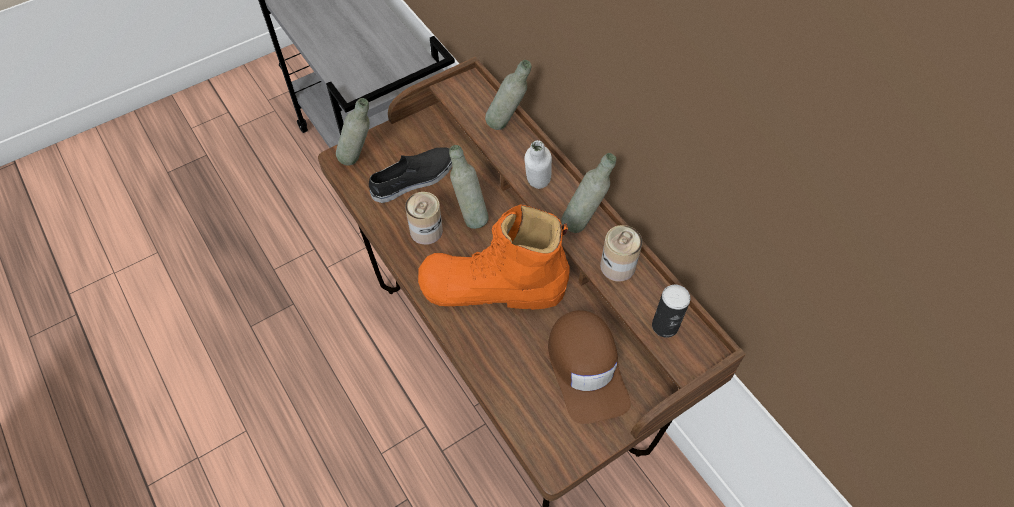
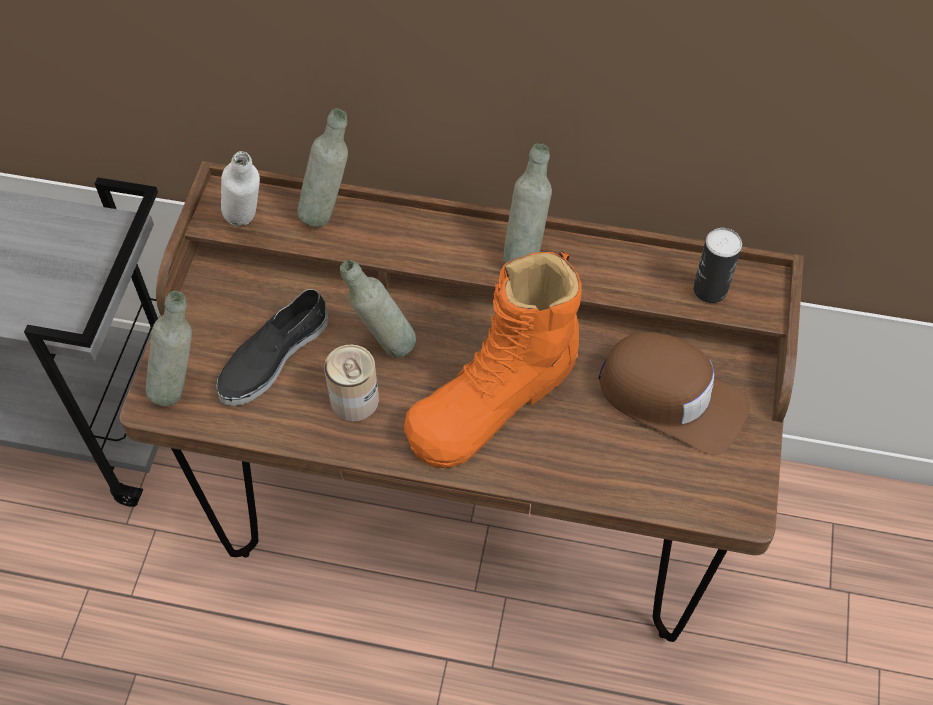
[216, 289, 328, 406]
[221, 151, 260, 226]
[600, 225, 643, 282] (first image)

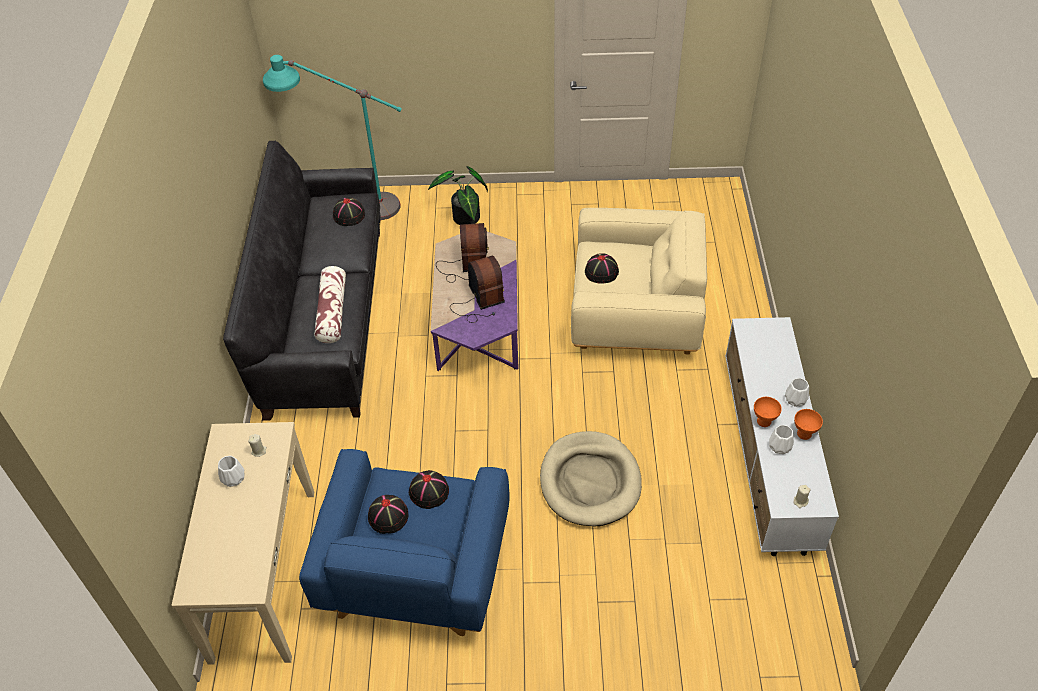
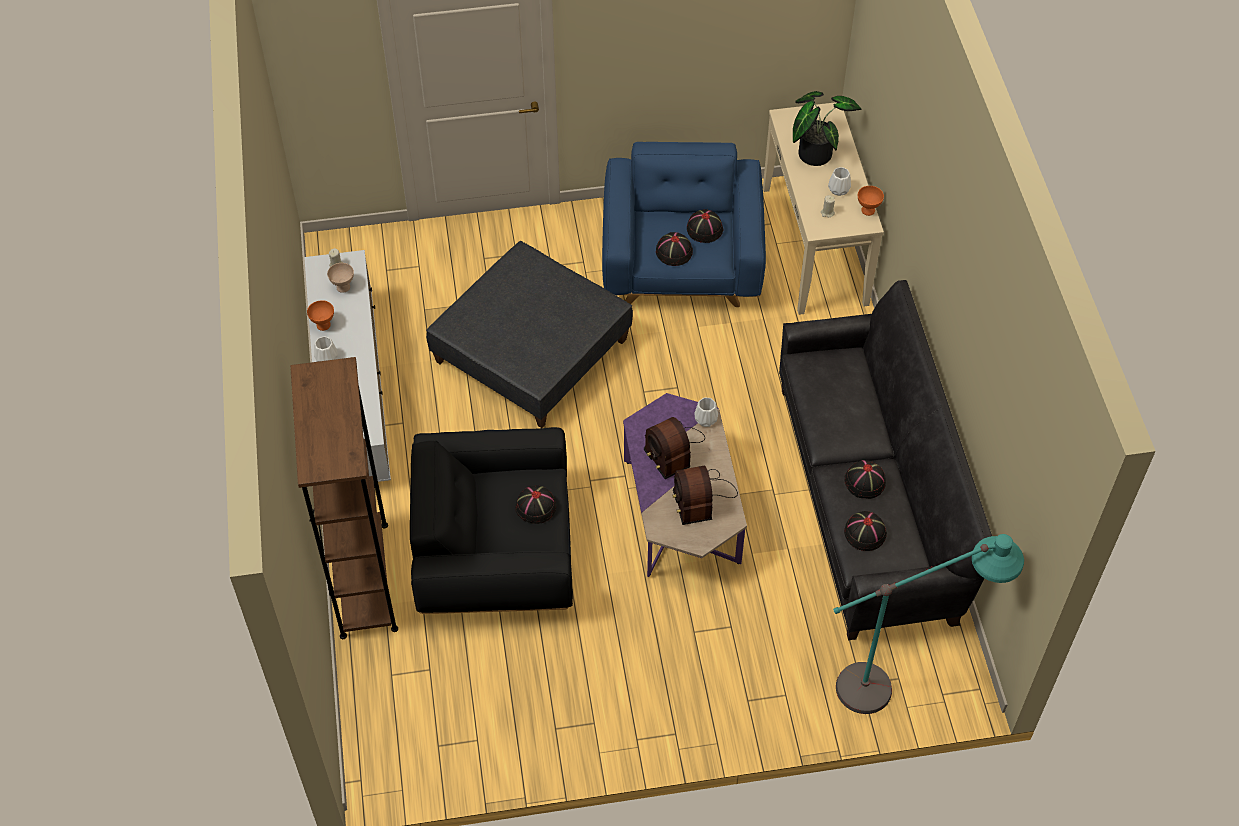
[290, 357, 398, 639]
[327, 263, 354, 293]
[410, 427, 573, 614]
[426, 241, 633, 428]
[694, 398, 718, 427]
[793, 91, 861, 166]
[845, 460, 886, 499]
[858, 186, 884, 216]
[314, 266, 346, 343] (first image)

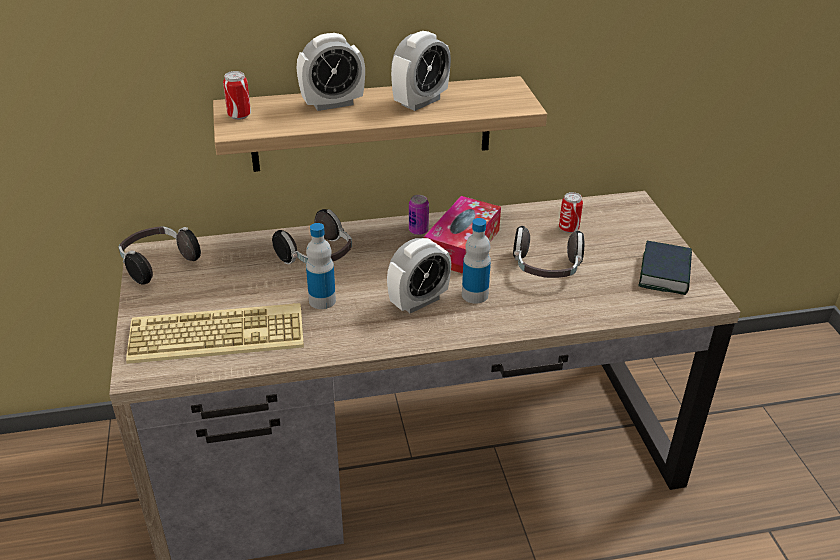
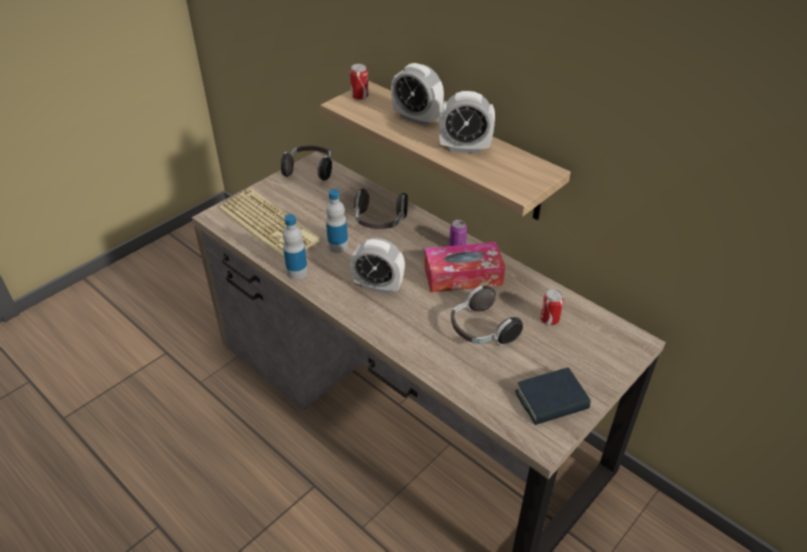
[283, 214, 308, 280]

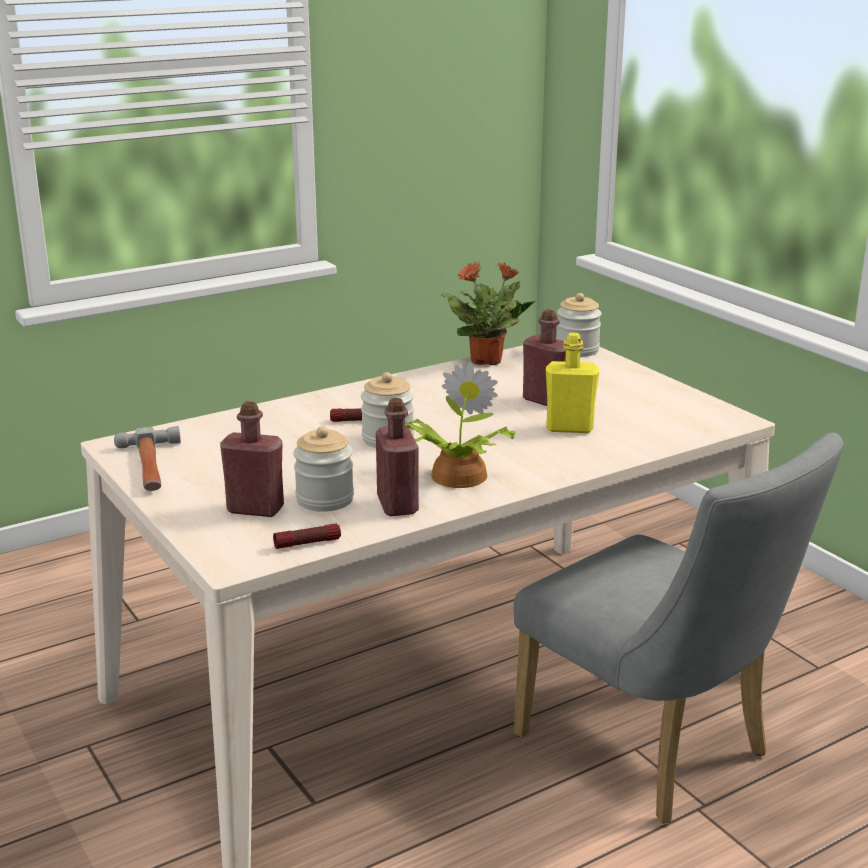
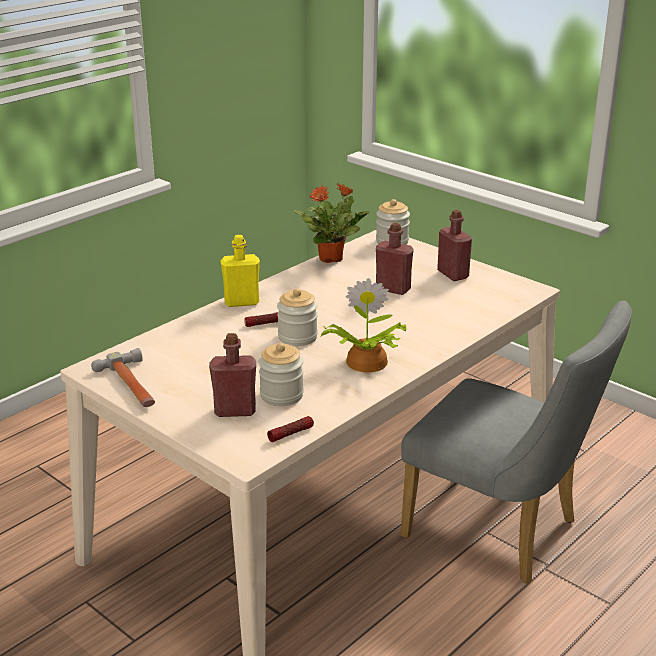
[221, 235, 260, 307]
[437, 210, 472, 281]

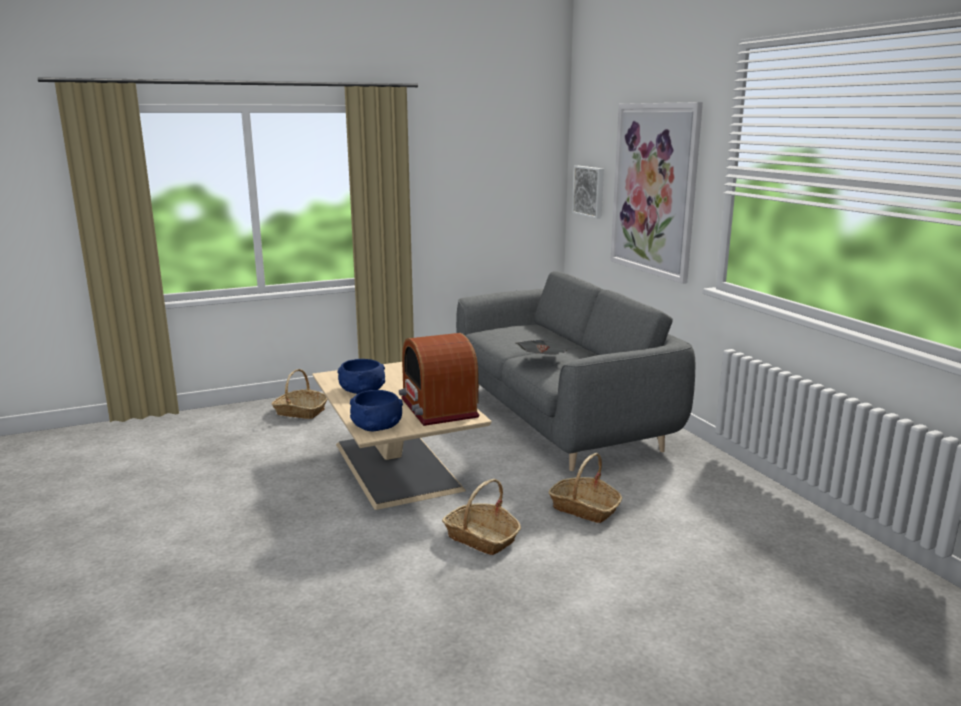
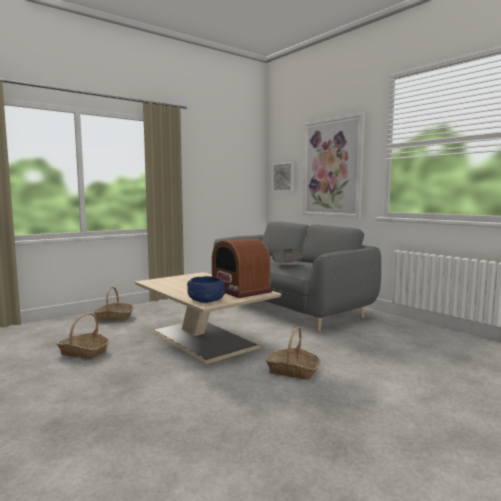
[56, 313, 110, 359]
[338, 359, 385, 394] (first image)

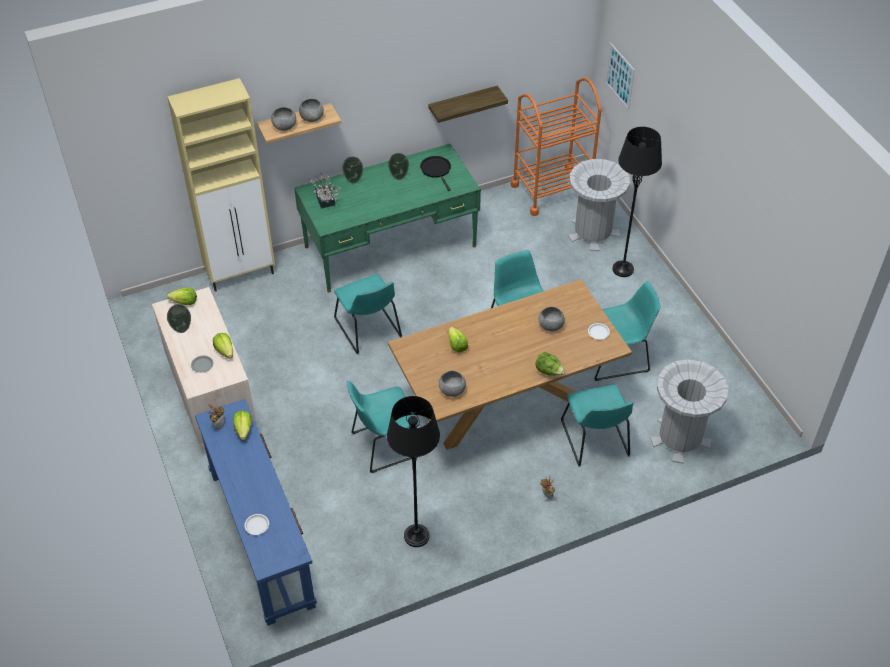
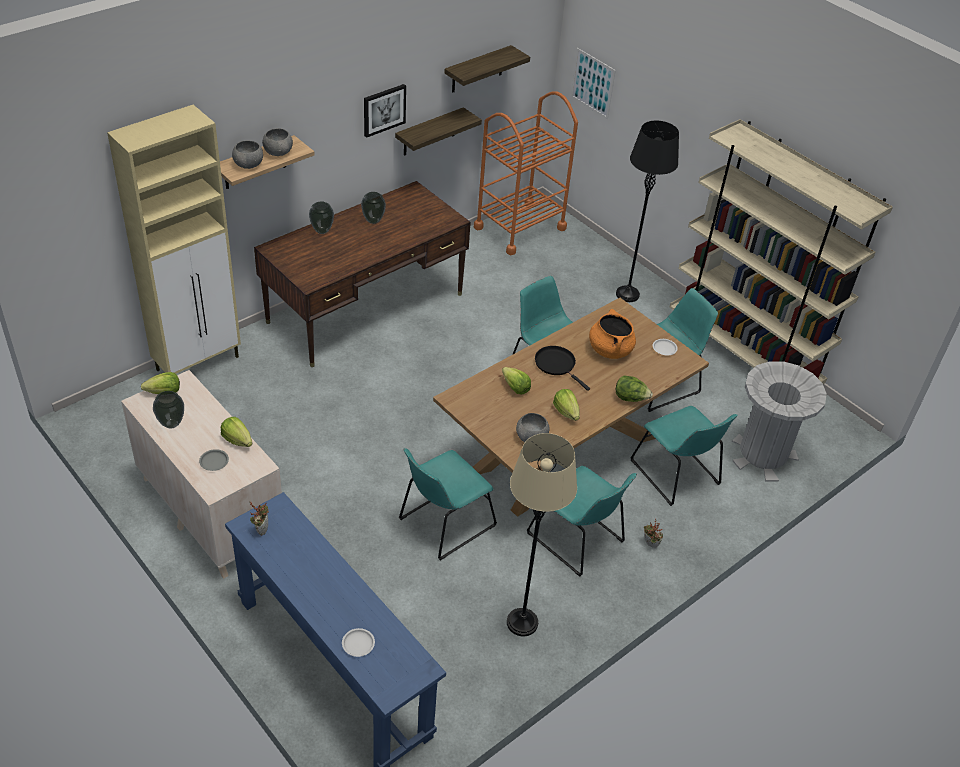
[254, 181, 471, 367]
[364, 84, 406, 138]
[445, 45, 530, 93]
[507, 433, 577, 636]
[527, 466, 637, 577]
[535, 346, 590, 391]
[553, 389, 580, 421]
[589, 309, 636, 359]
[669, 119, 893, 384]
[311, 173, 341, 209] (first image)
[568, 159, 630, 251] (first image)

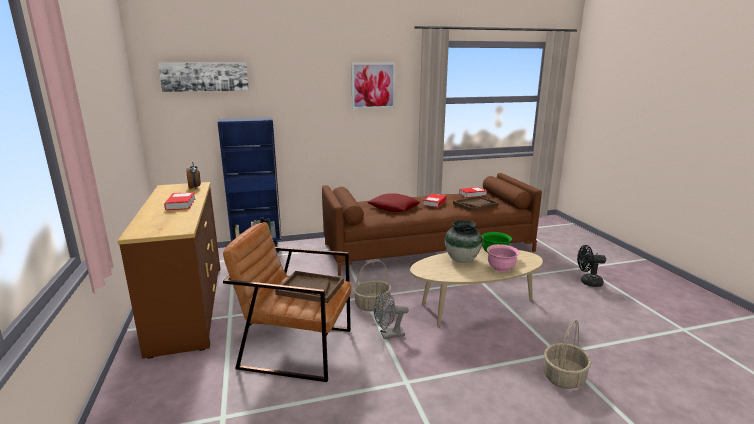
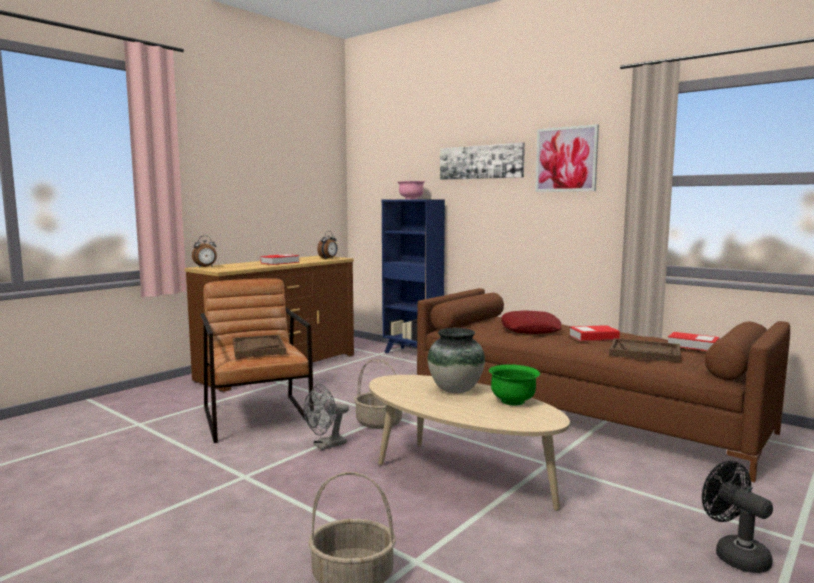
[192, 236, 217, 268]
[304, 384, 349, 450]
[398, 181, 425, 199]
[440, 143, 525, 180]

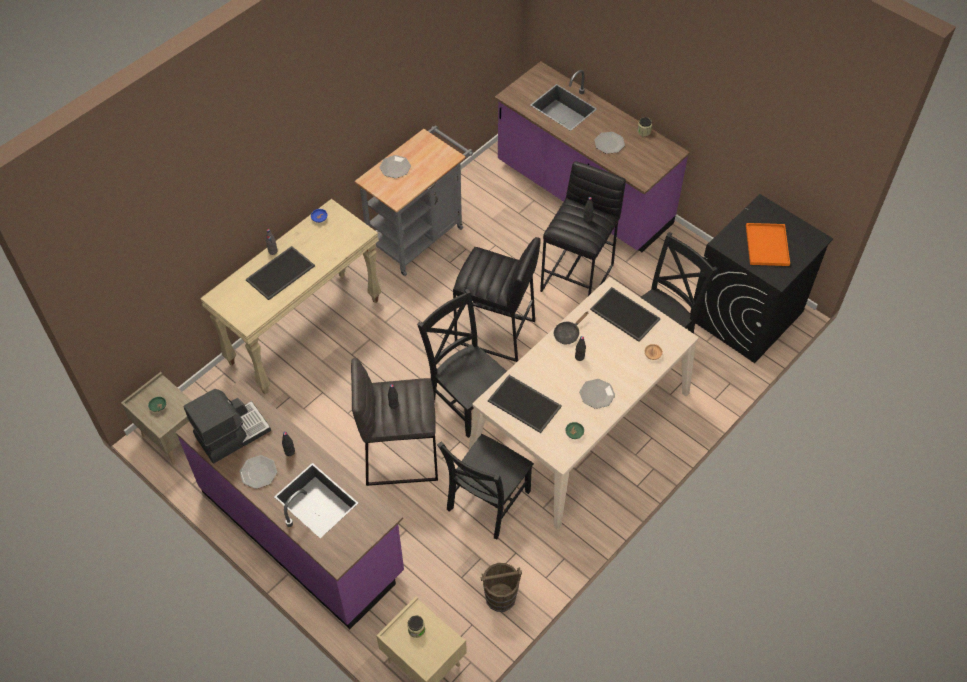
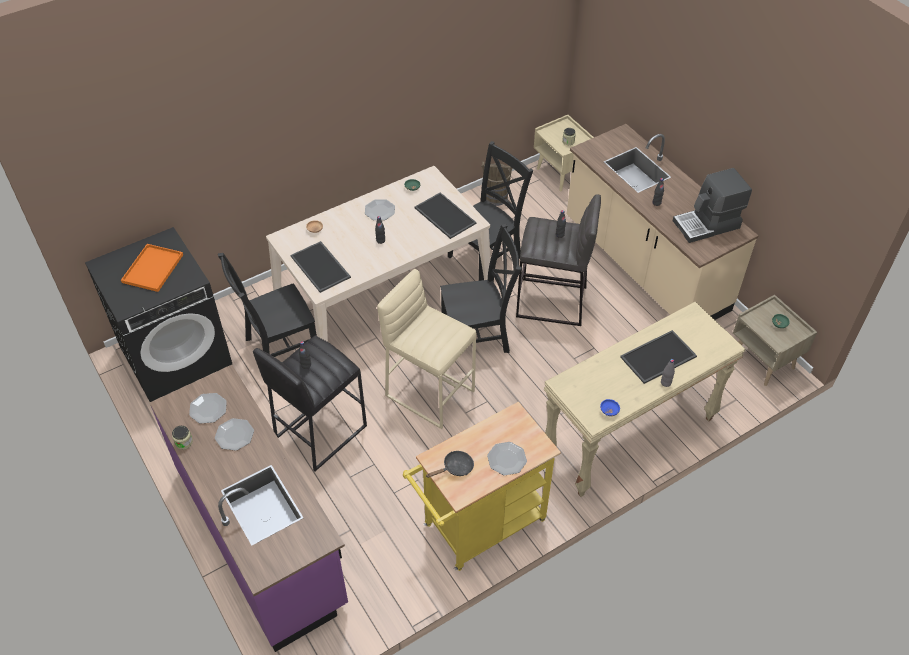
[189, 393, 227, 424]
[377, 269, 476, 429]
[403, 402, 561, 571]
[426, 451, 474, 478]
[440, 224, 522, 353]
[567, 124, 759, 320]

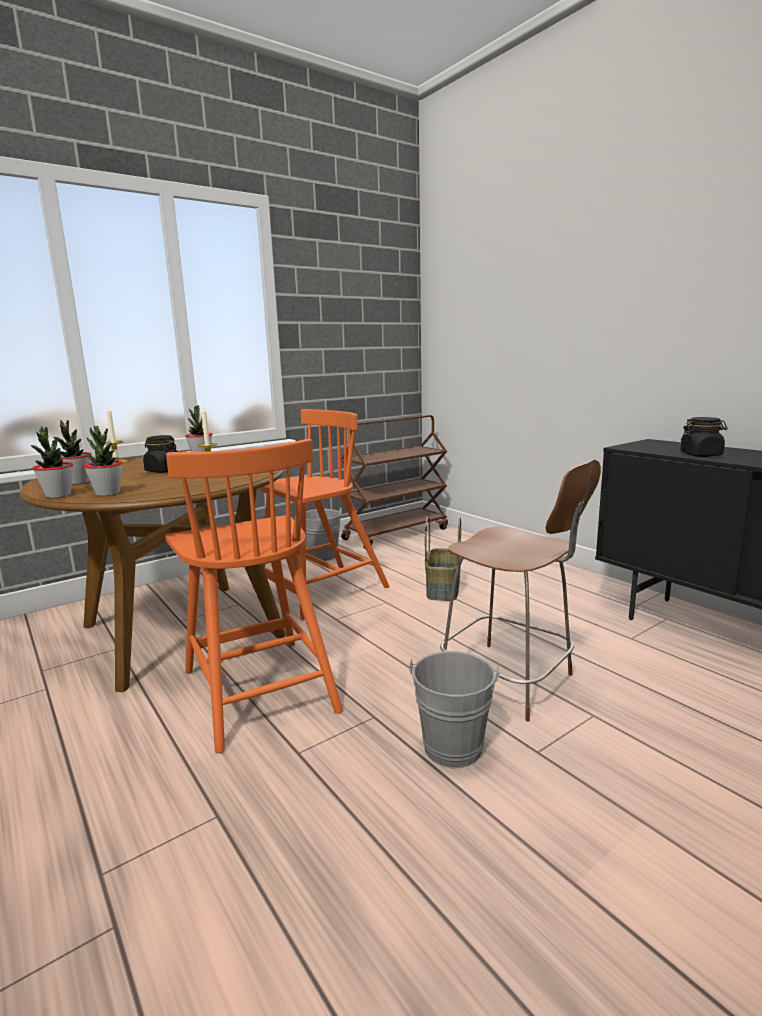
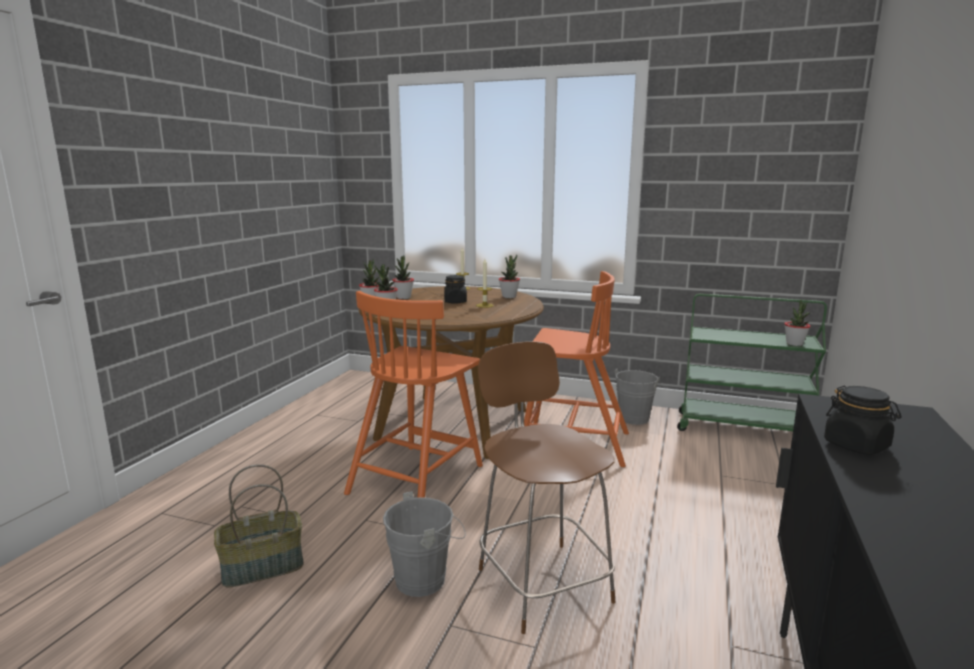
[214, 464, 304, 588]
[478, 341, 615, 634]
[677, 294, 827, 431]
[784, 300, 811, 346]

